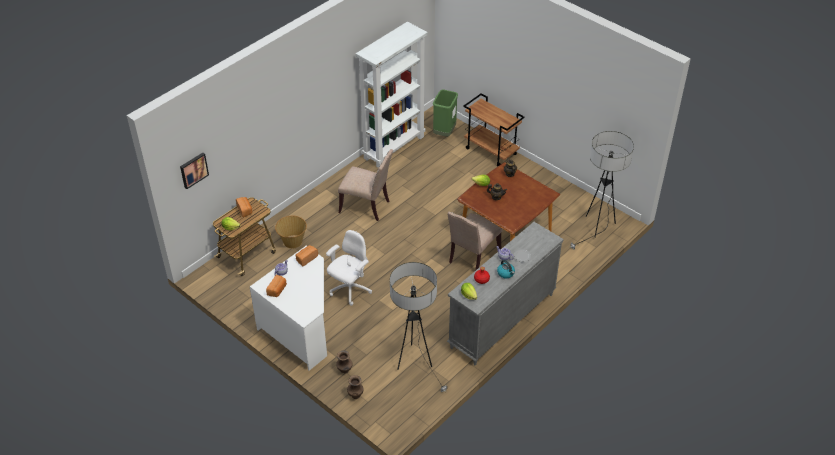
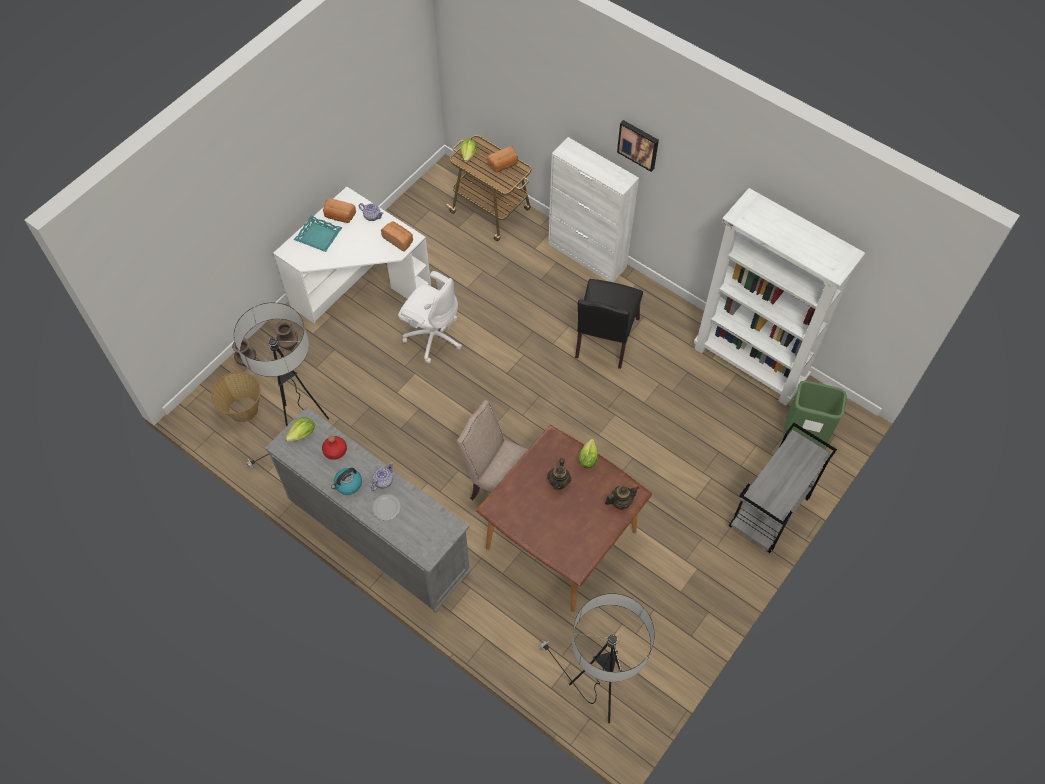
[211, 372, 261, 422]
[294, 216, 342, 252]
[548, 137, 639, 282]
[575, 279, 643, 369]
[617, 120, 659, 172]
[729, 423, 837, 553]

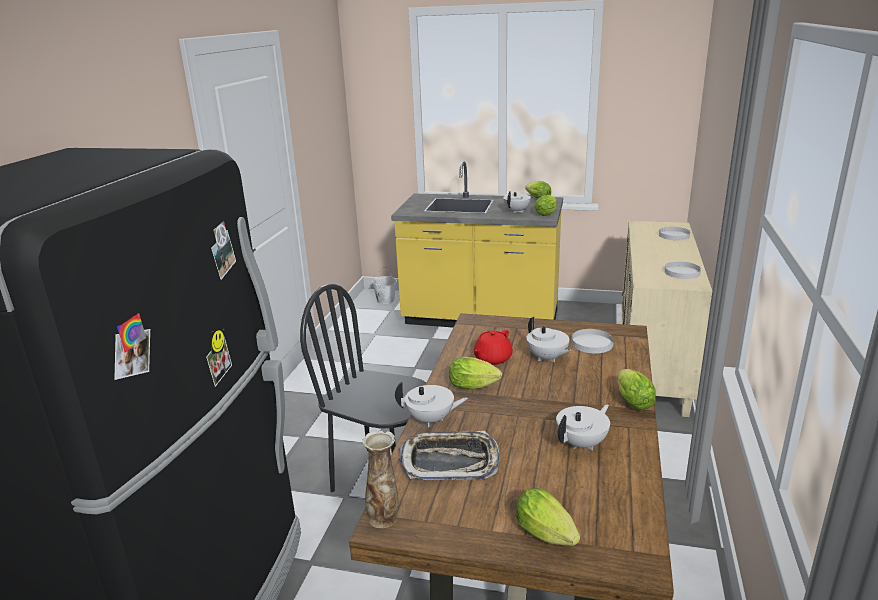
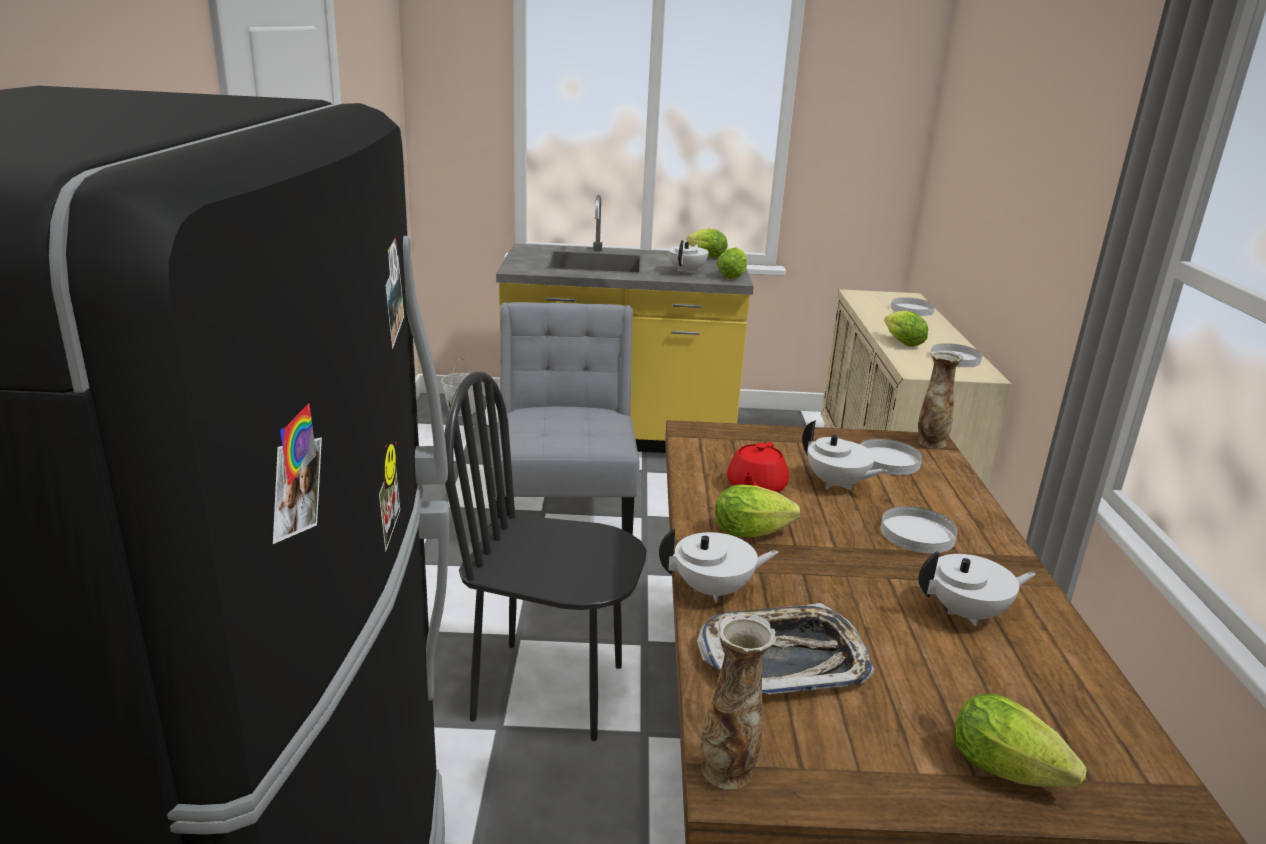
[492, 302, 640, 535]
[881, 506, 958, 554]
[884, 311, 928, 347]
[918, 350, 964, 448]
[919, 551, 1036, 627]

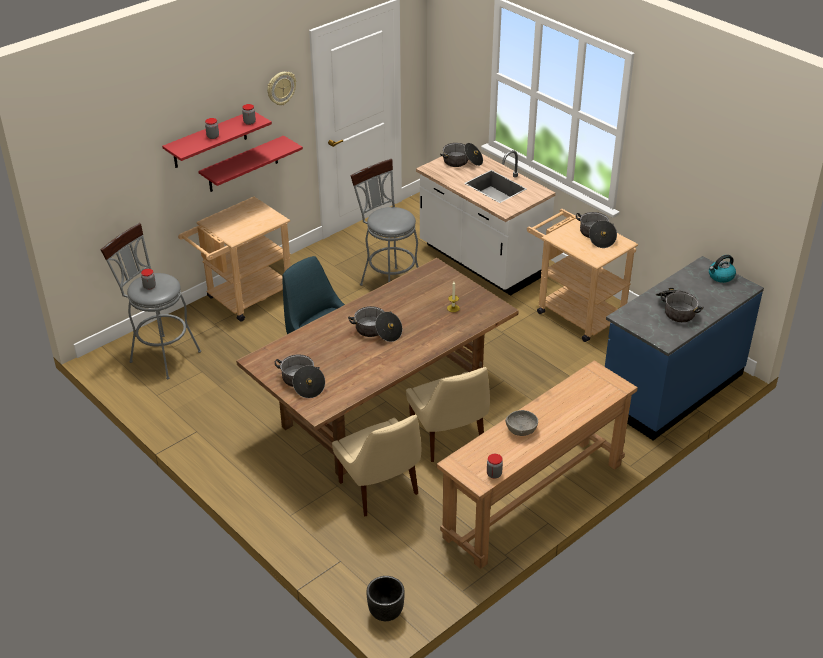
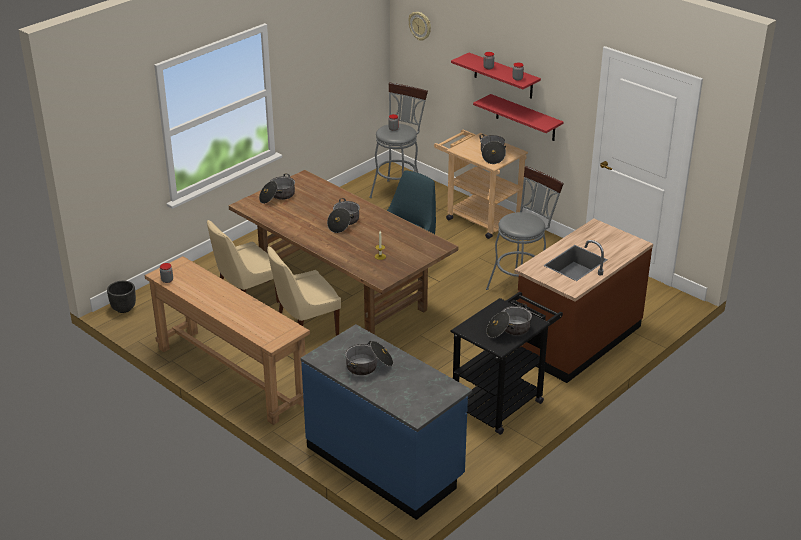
[408, 12, 431, 41]
[450, 292, 563, 435]
[479, 134, 506, 164]
[514, 219, 653, 383]
[505, 410, 538, 436] (first image)
[709, 255, 736, 283] (first image)

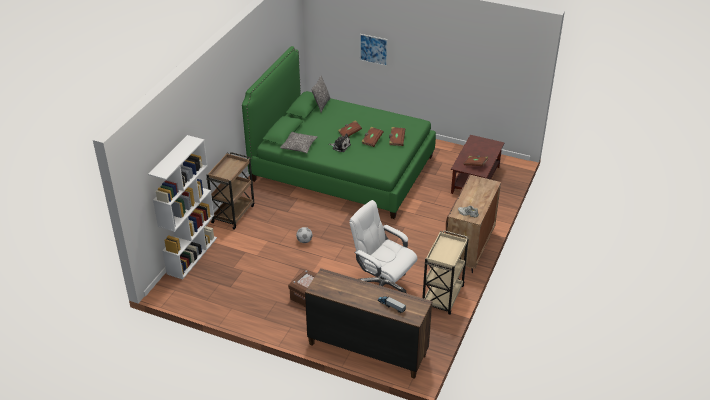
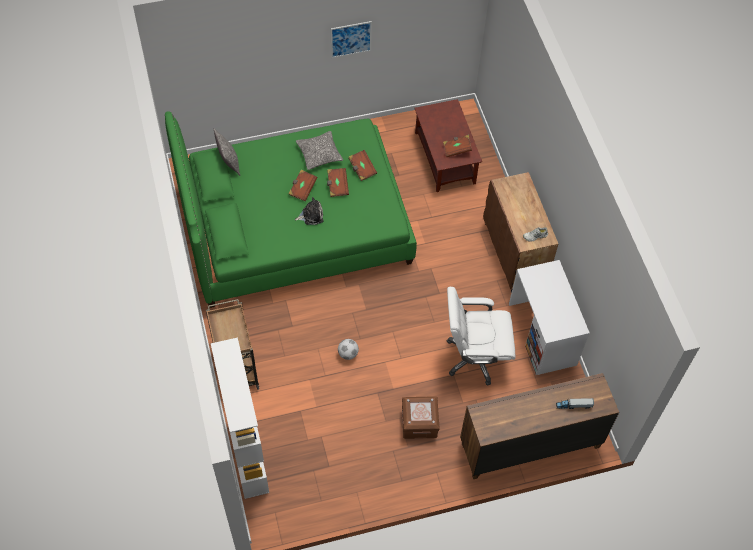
[296, 131, 343, 170]
[331, 21, 372, 58]
[509, 260, 590, 375]

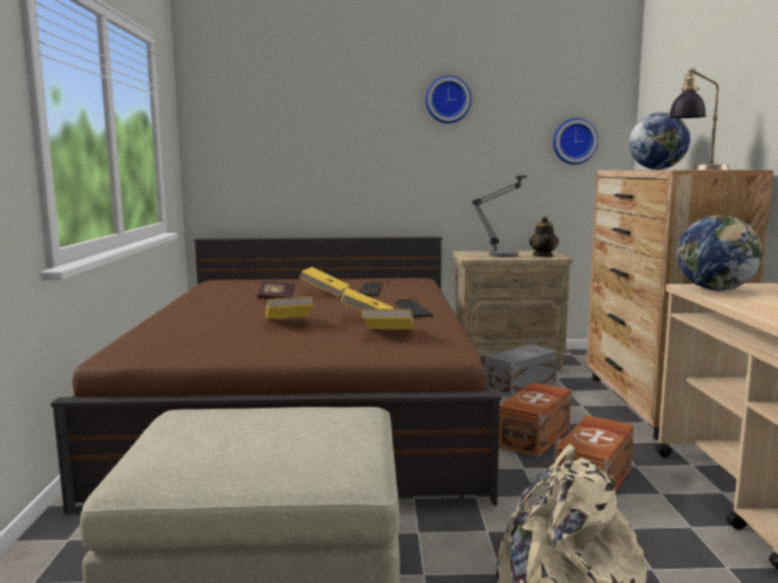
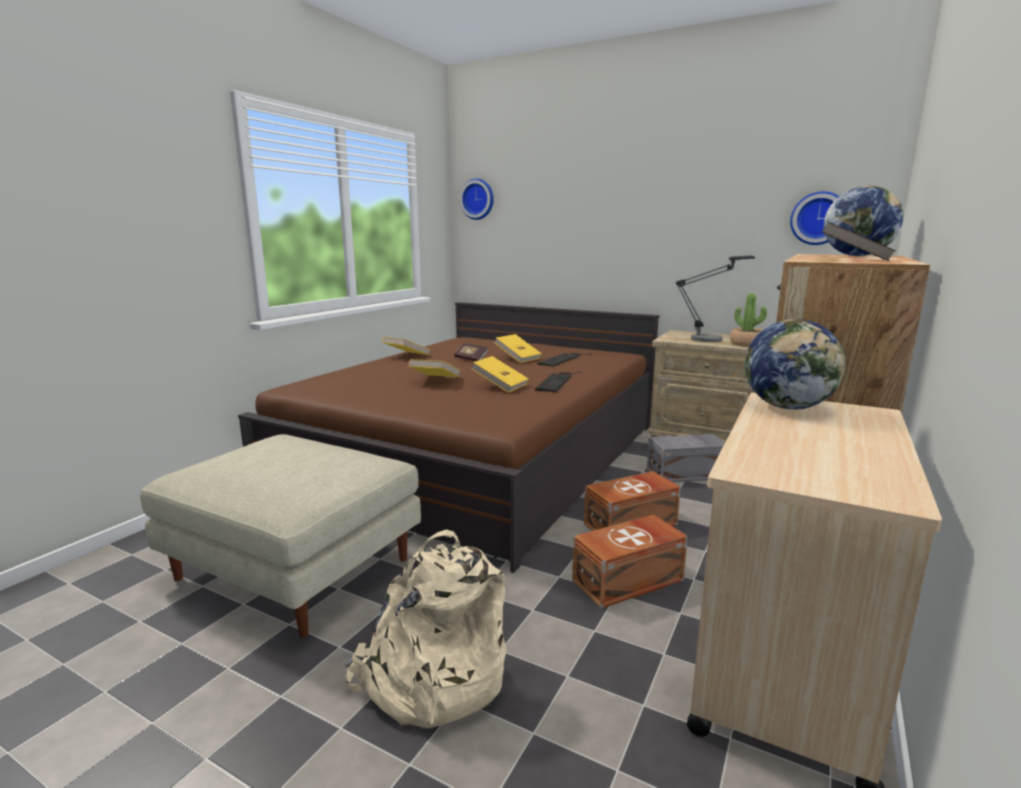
[383, 337, 431, 355]
[460, 178, 494, 220]
[730, 293, 767, 347]
[822, 222, 896, 261]

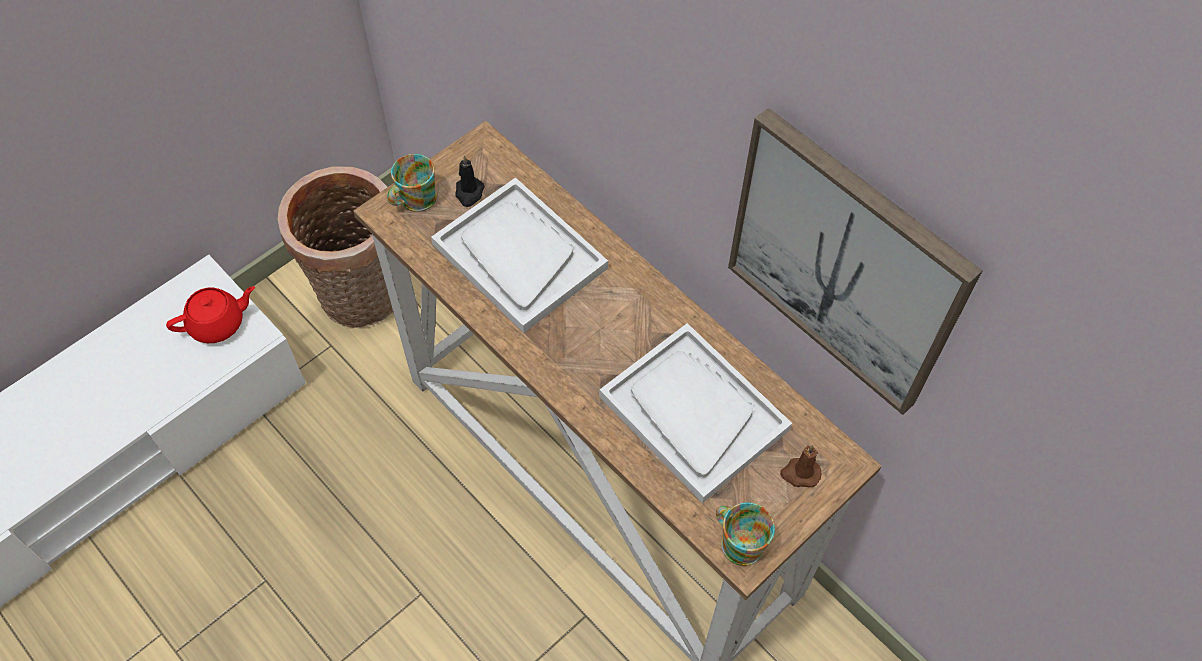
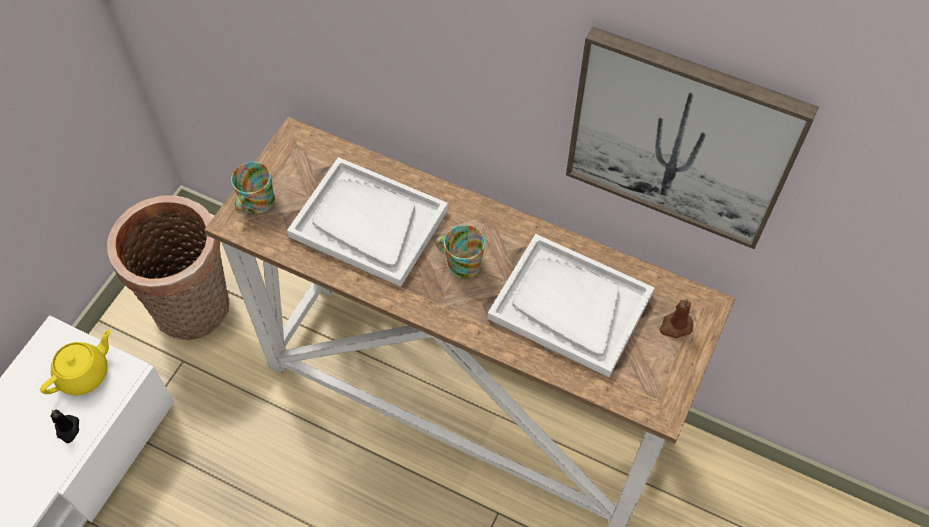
[40, 329, 112, 396]
[50, 410, 79, 443]
[436, 225, 485, 279]

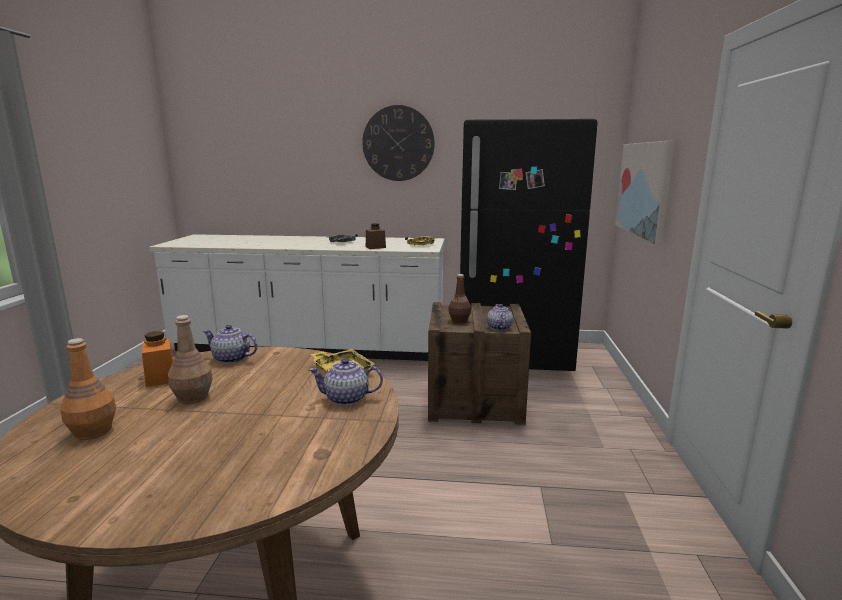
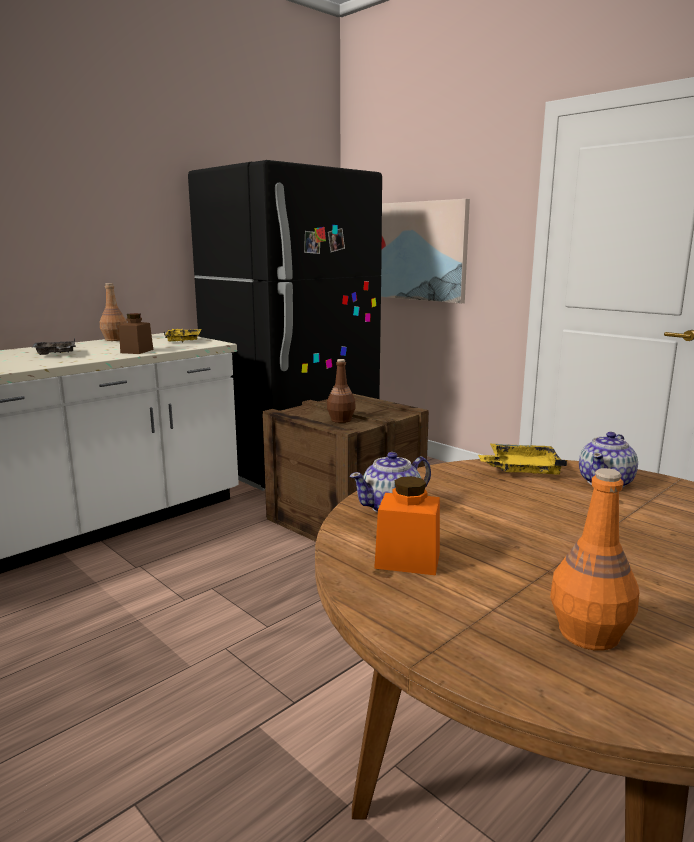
[100, 283, 127, 341]
[362, 105, 435, 181] (first image)
[487, 304, 513, 331] (first image)

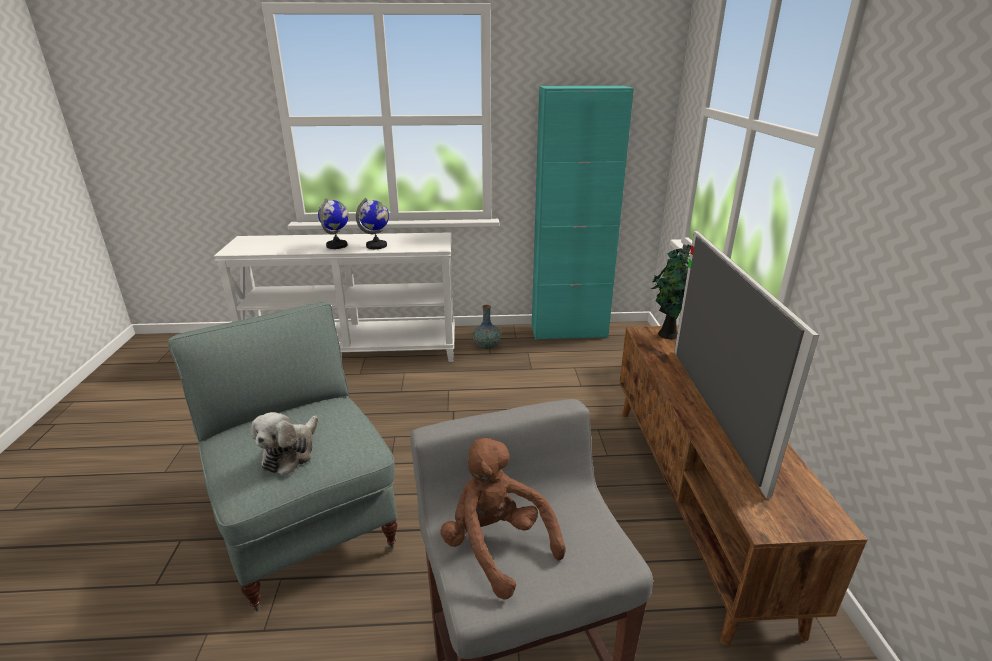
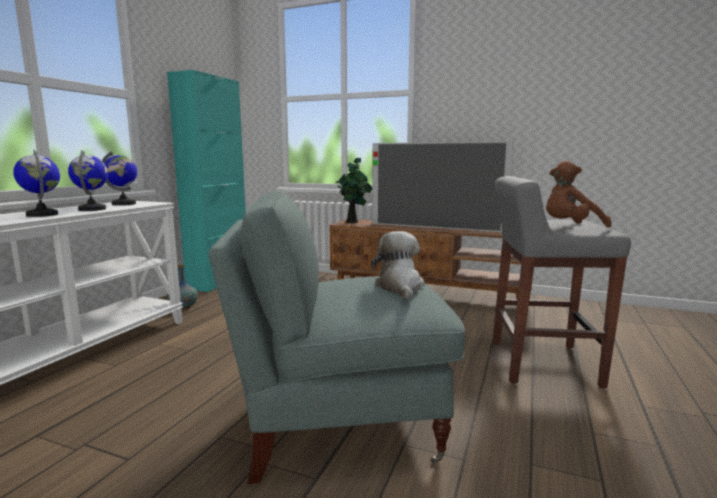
[102, 151, 137, 205]
[371, 231, 425, 299]

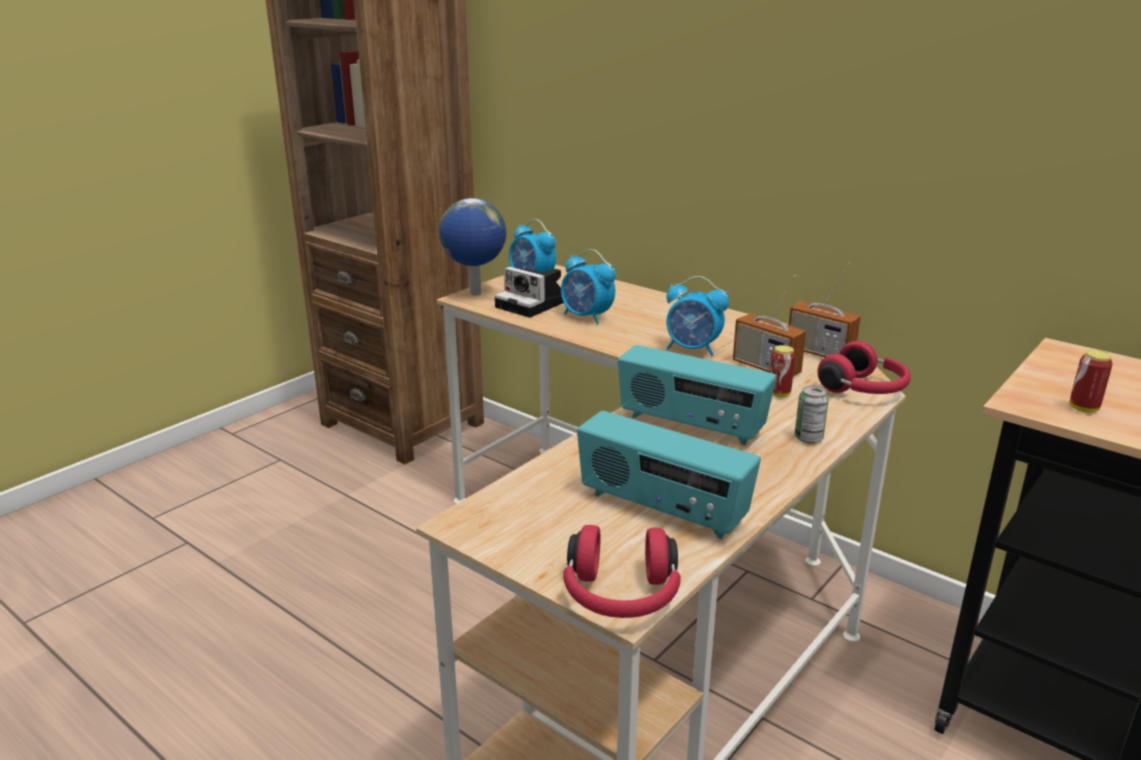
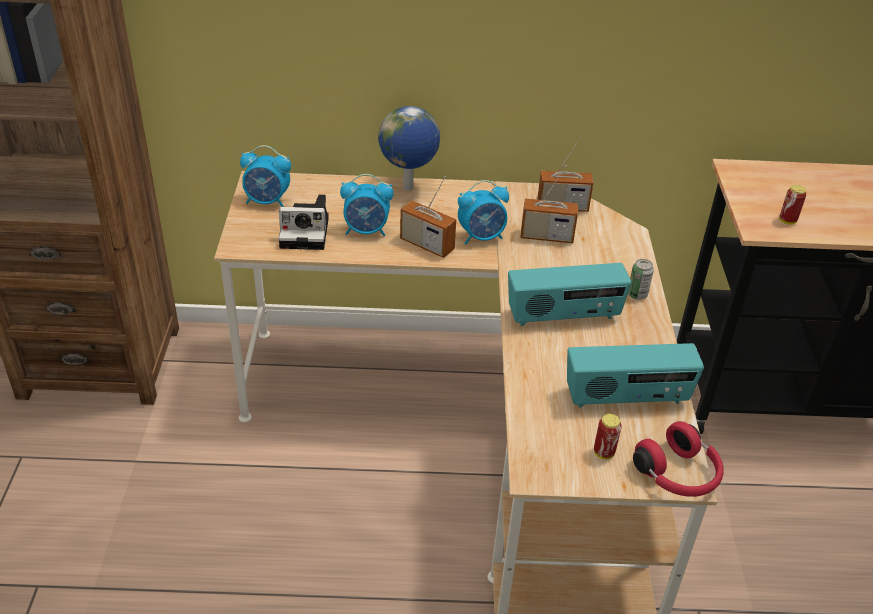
[378, 106, 440, 191]
[400, 176, 456, 258]
[594, 414, 622, 459]
[817, 341, 911, 394] (first image)

